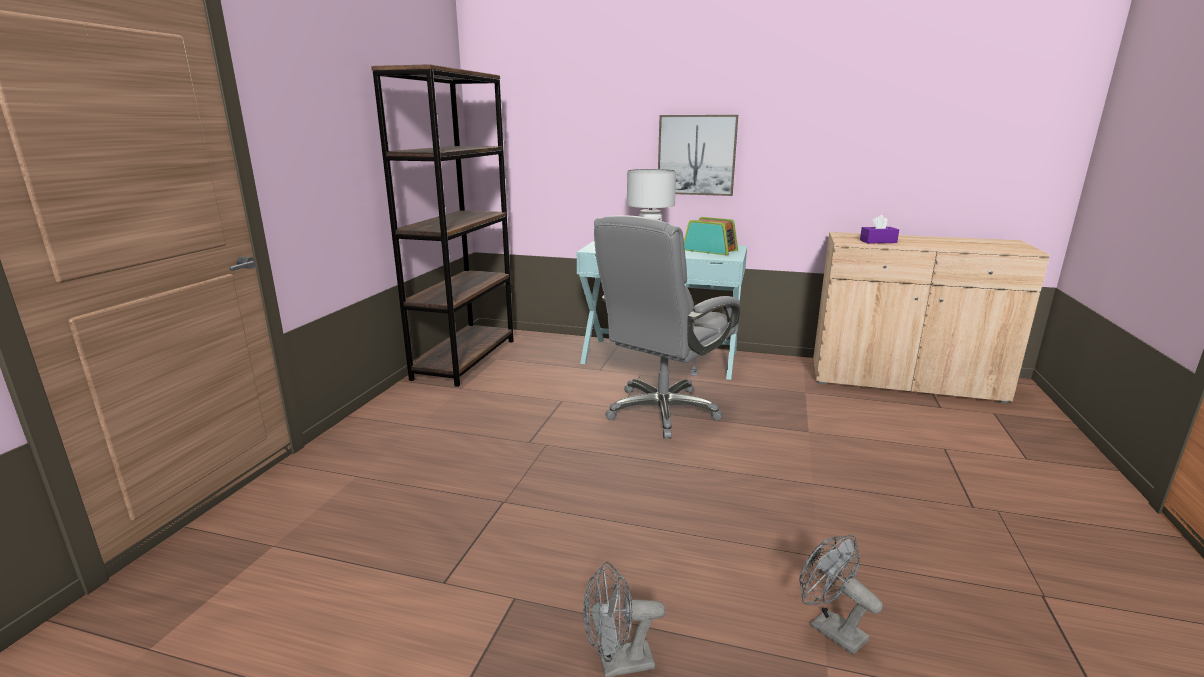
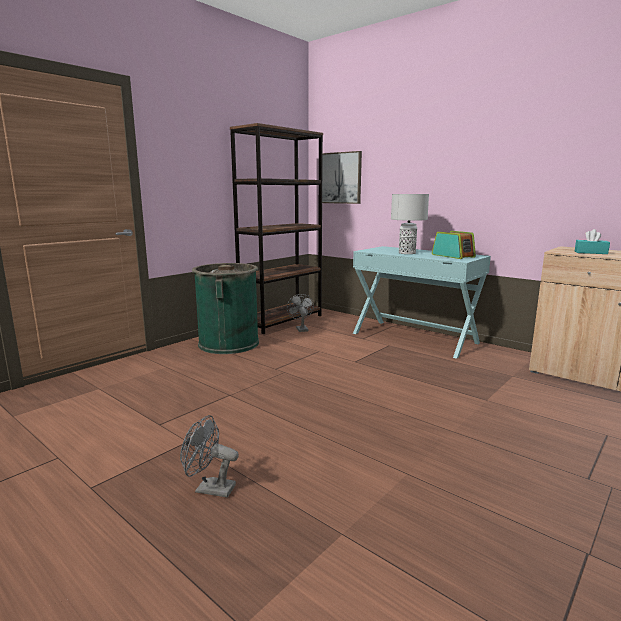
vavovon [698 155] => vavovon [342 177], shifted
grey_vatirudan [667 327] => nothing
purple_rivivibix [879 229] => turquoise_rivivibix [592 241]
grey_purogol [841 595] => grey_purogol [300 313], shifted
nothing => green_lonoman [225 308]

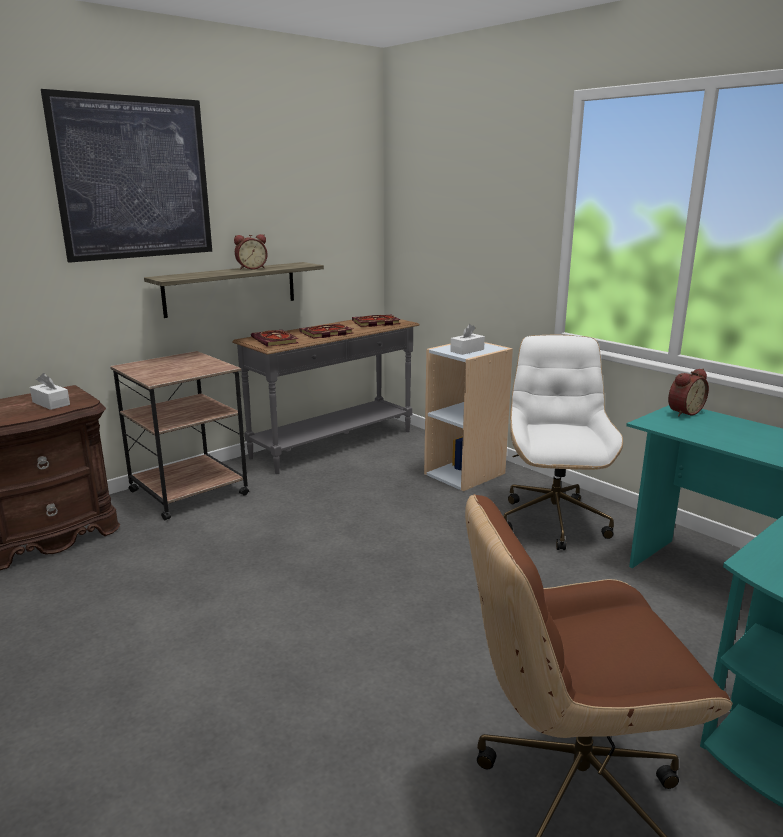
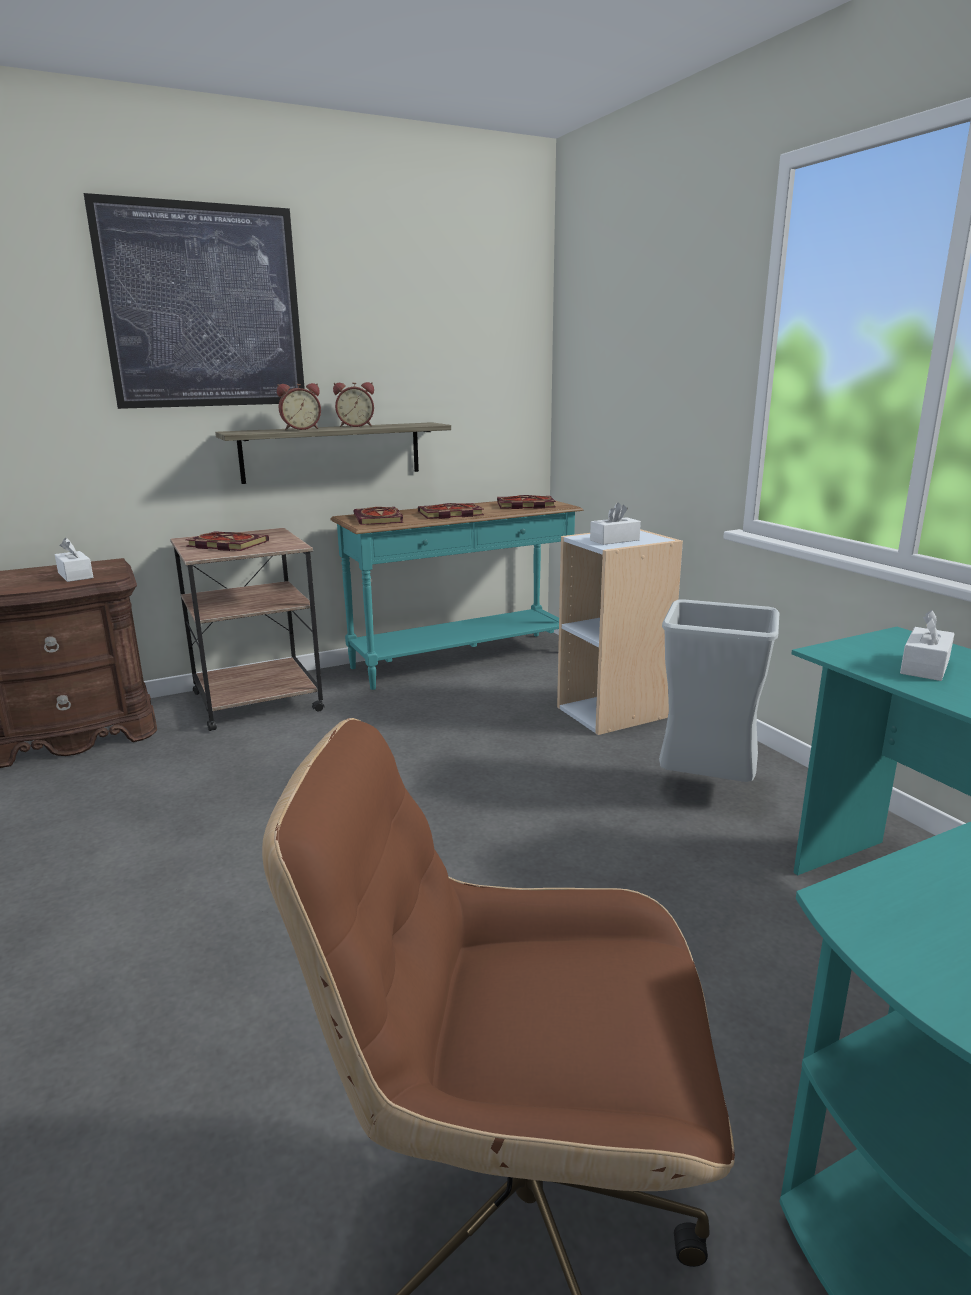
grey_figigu [326 396] => turquoise_figigu [456 595]
white_vatirudan [563 442] => grey_lonoman [719 690]
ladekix [688 393] => ladekix [299 406], shifted
nothing => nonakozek [227 541]
nothing => white_rivivibix [927 645]

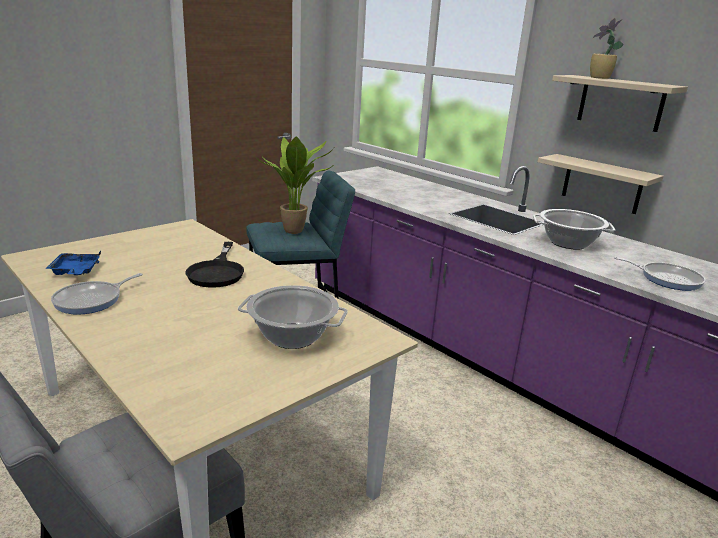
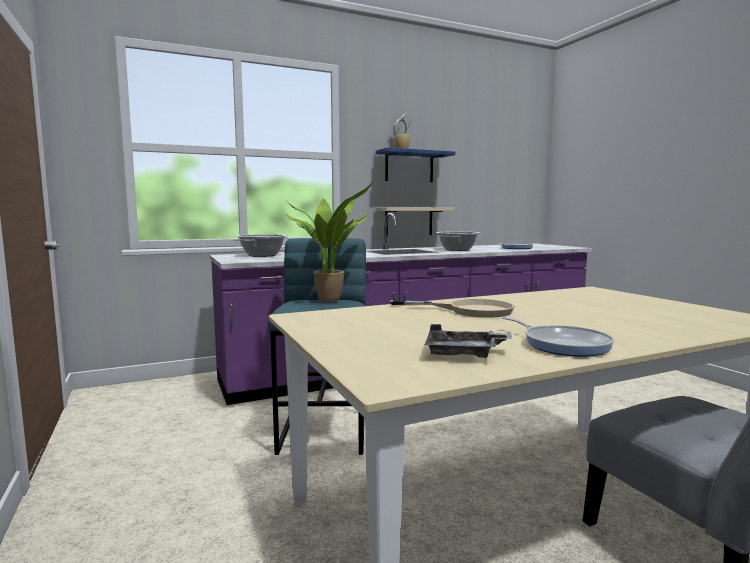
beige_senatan [620 103] => blue_senatan [415 164]
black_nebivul [214 265] => beige_nebivul [452 308]
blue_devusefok [73 263] => grey_devusefok [468 341]
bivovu [293 317] => bivovu [261 245], shifted

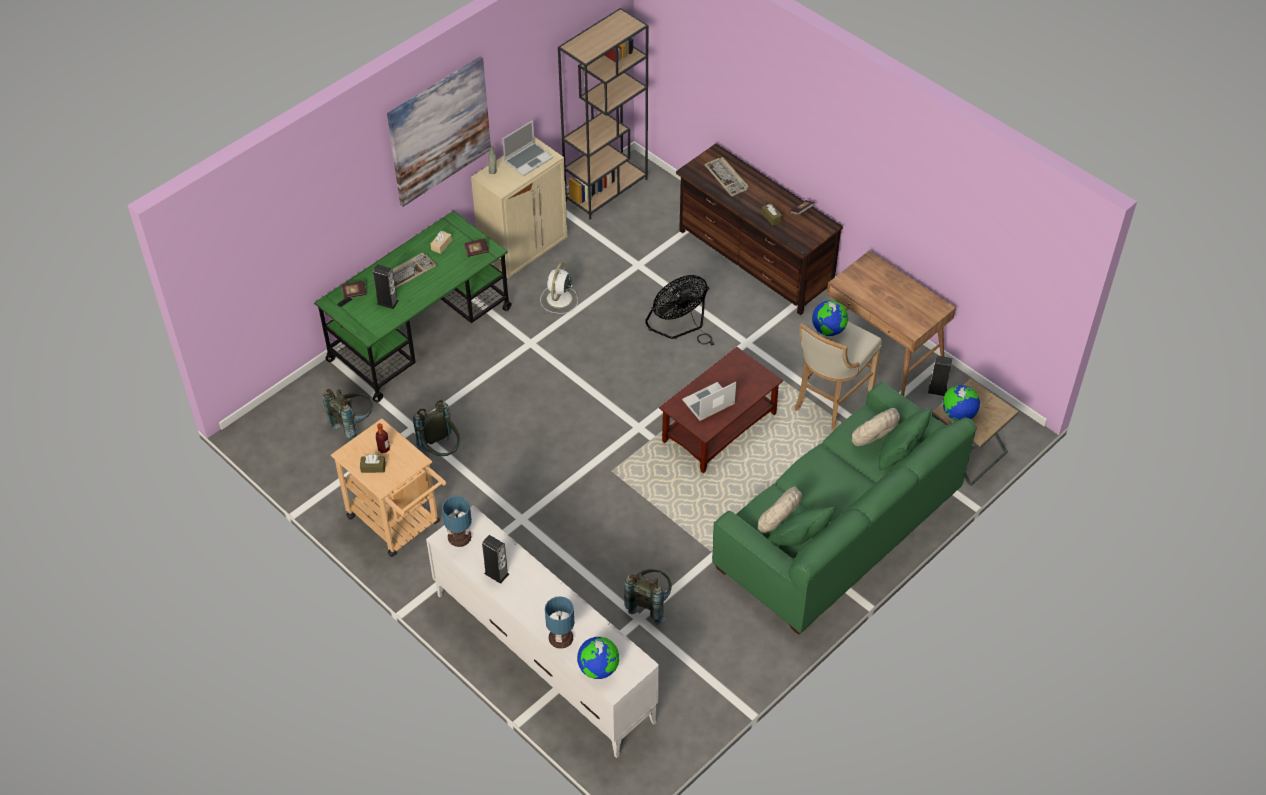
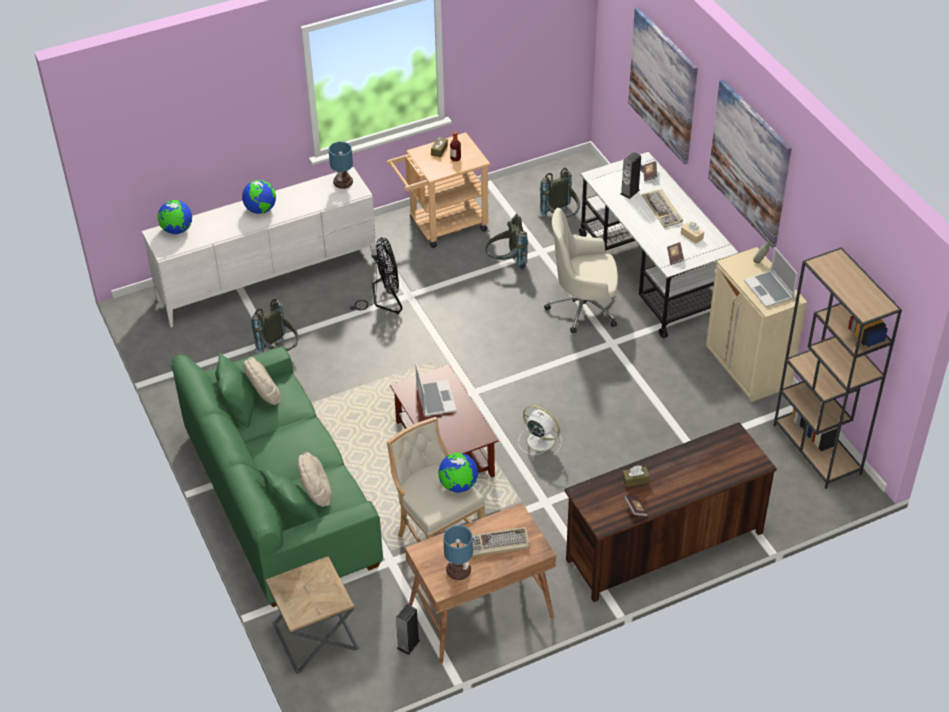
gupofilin [726 177] => gupofilin [497 542], shifted
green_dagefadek [413 307] => white_dagefadek [659 245]
white_purogol [559 288] => white_purogol [540 430], shifted
black_purogol [679 310] => black_purogol [376 276], shifted
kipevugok [961 403] => kipevugok [259 197], shifted
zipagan [495 559] => nothing
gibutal [559 622] => gibutal [458 552], shifted
nothing => vavovon [663 86]
nothing => beige_vatirudan [581 270]

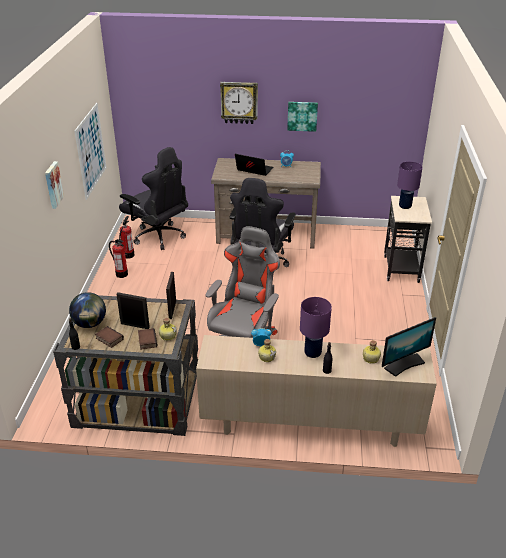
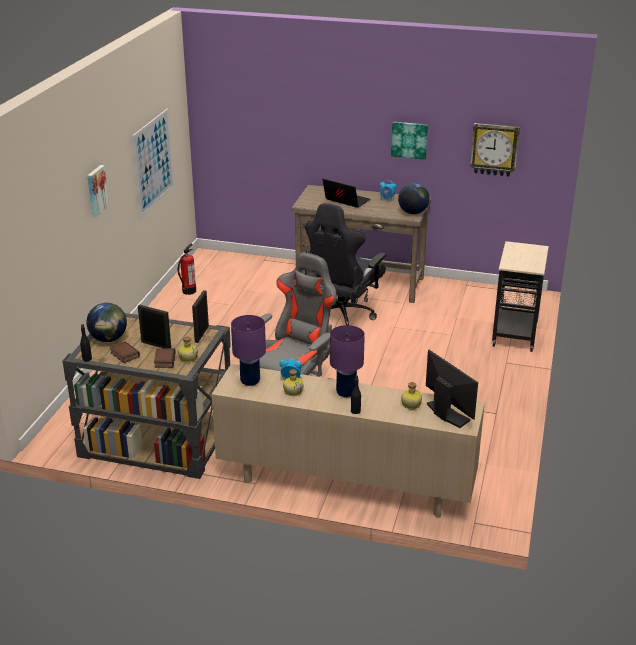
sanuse [239 103] => sanuse [495 150], shifted
black_vatirudan [153 198] => nothing
purple_gibutal [410 185] => purple_gibutal [248 350], shifted
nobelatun [118 258] => nothing
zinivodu [409 347] => zinivodu [452 389], 105 degrees counterclockwise
nothing => kipevugok [414 198]

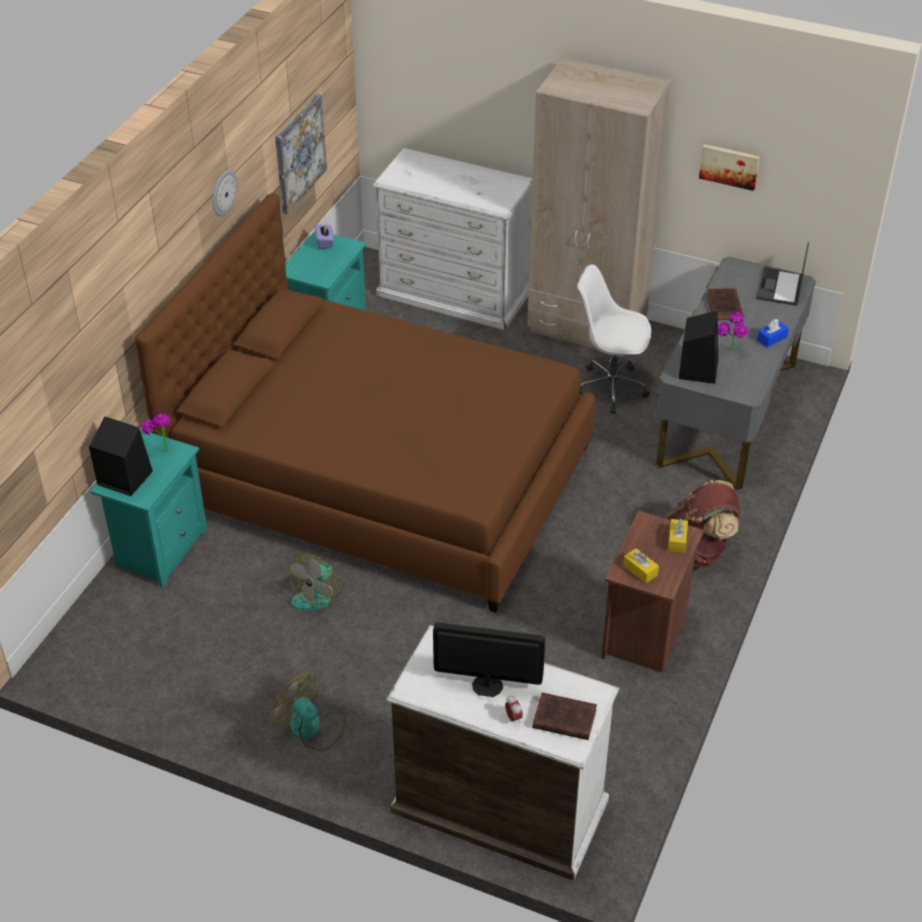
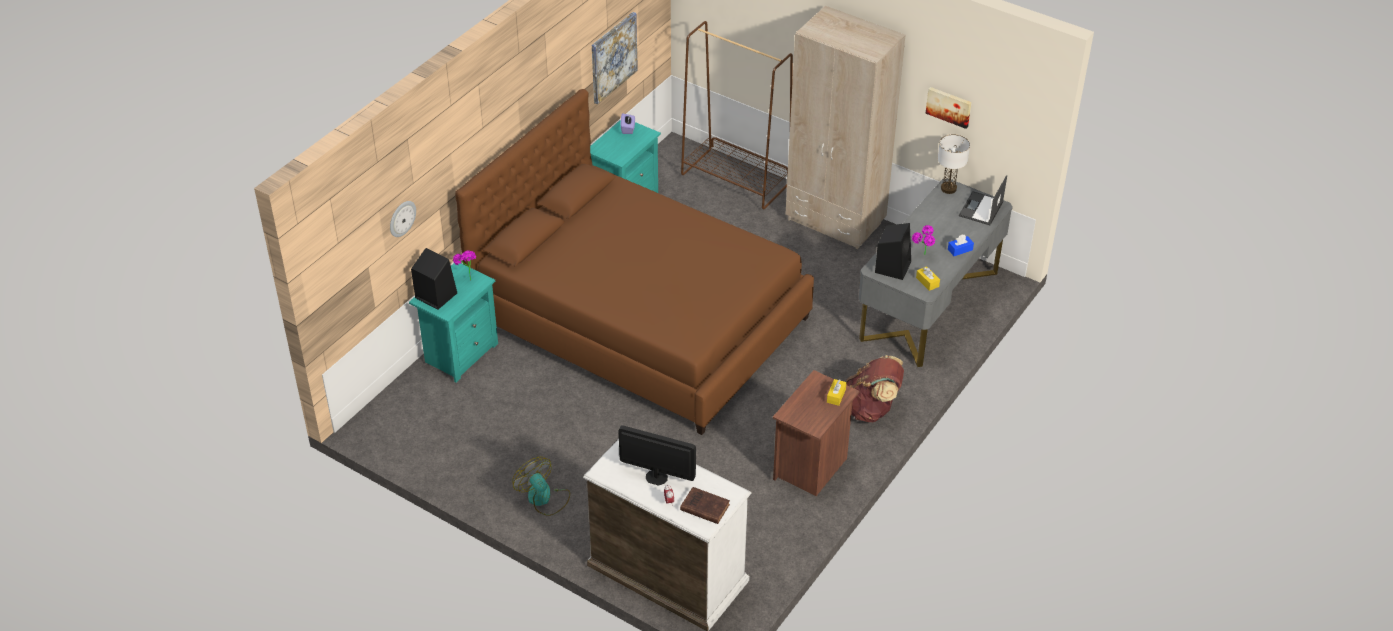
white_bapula [452 239] => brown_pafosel [737 115]
sanuse [225 193] => sanuse [403 219], shifted
white_vatirudan [614 339] => nothing
brown_nonakozek [725 304] => nothing
yellow_rivivibix [641 565] => yellow_rivivibix [928 278], shifted
purogol [316 582] => nothing
nothing => gibutal [954 164]

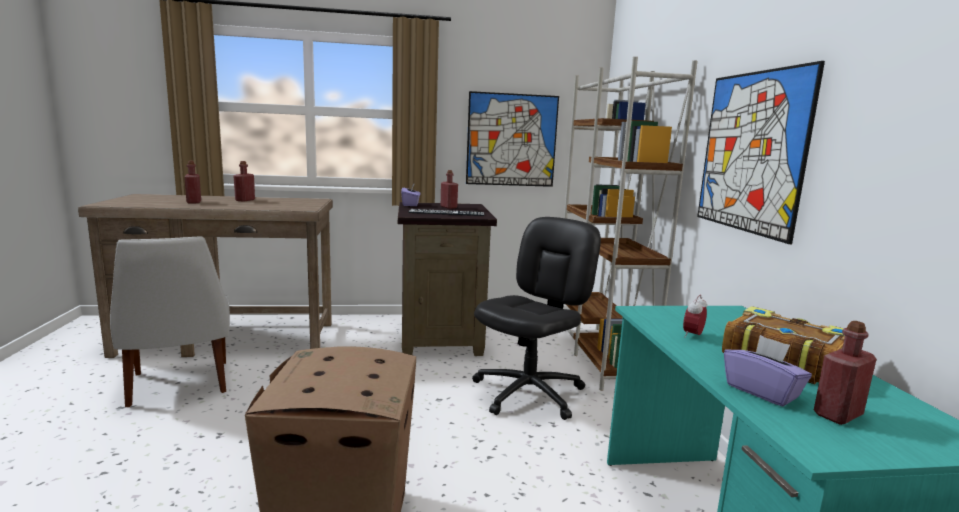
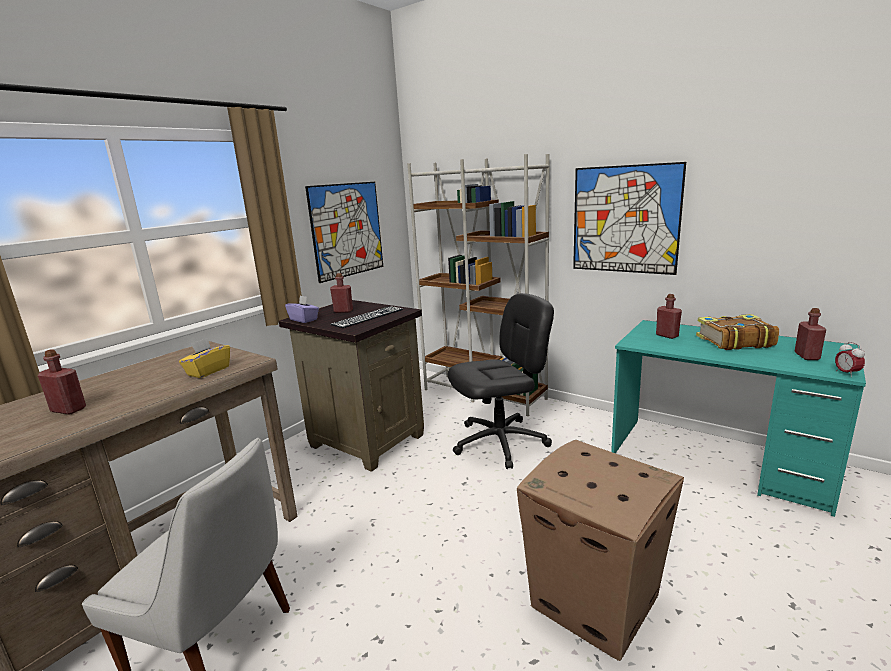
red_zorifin [244 181] => red_zorifin [669 316], shifted
black_vatirudan [536 318] => black_vatirudan [501 381], 75 degrees clockwise
ladekix [695 316] => ladekix [850 359], shifted
purple_rivivibix [768 371] => nothing
nothing => yellow_rivivibix [204 358]

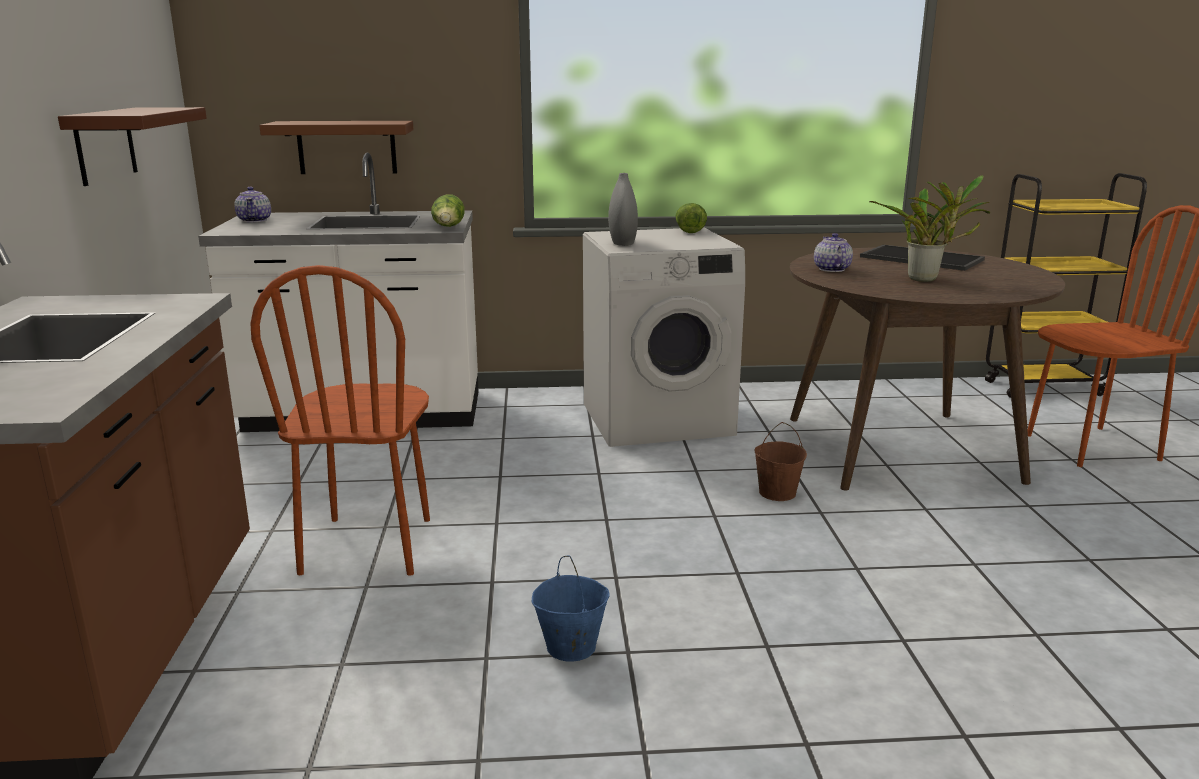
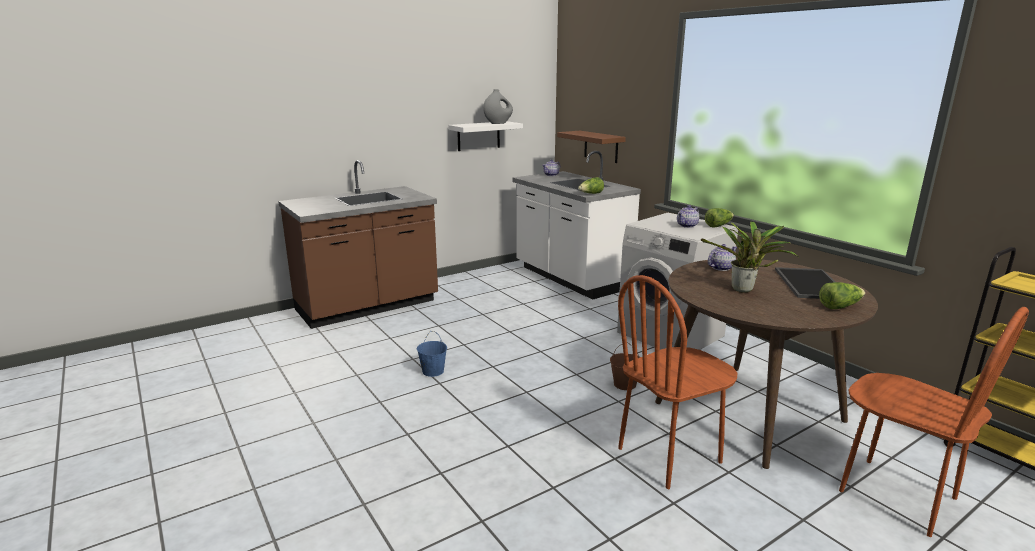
brown_senatan [132 146] => white_senatan [485 136]
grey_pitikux [623 209] => grey_pitikux [498 106], shifted
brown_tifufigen [340 420] => brown_tifufigen [677 382], shifted
nothing => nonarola [688 216]
nothing => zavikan [842 295]

